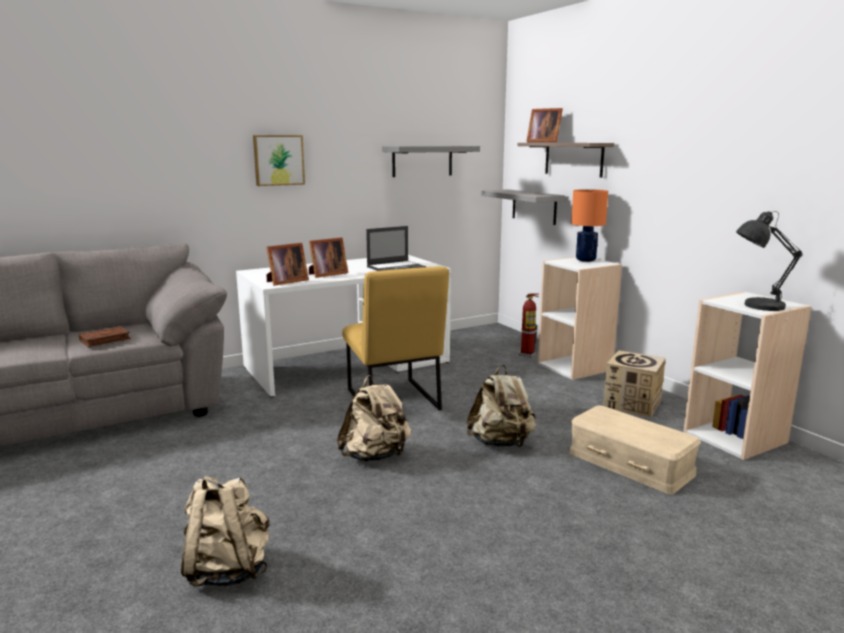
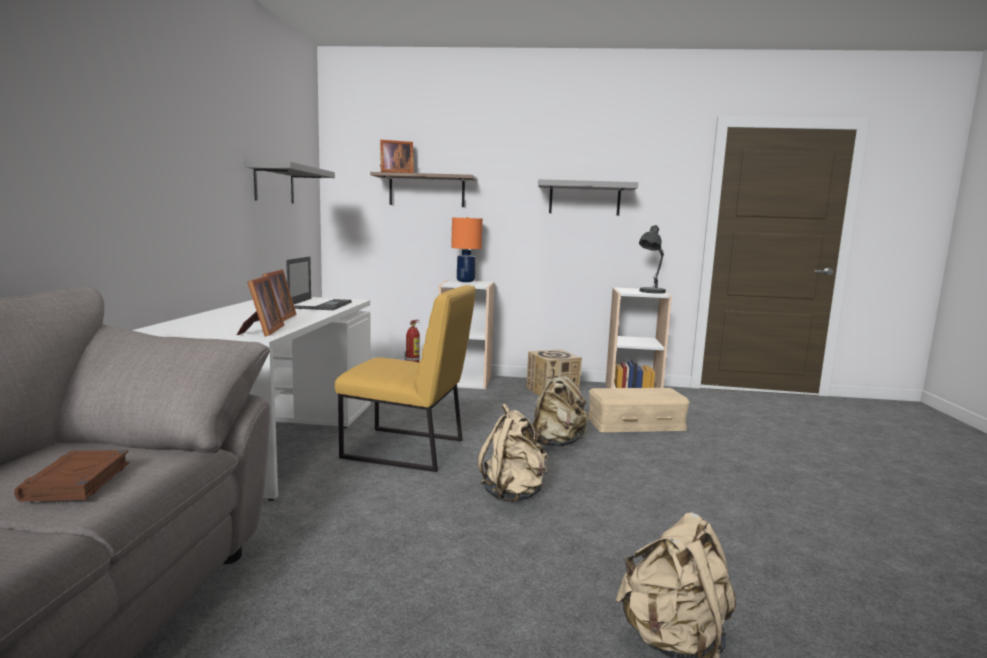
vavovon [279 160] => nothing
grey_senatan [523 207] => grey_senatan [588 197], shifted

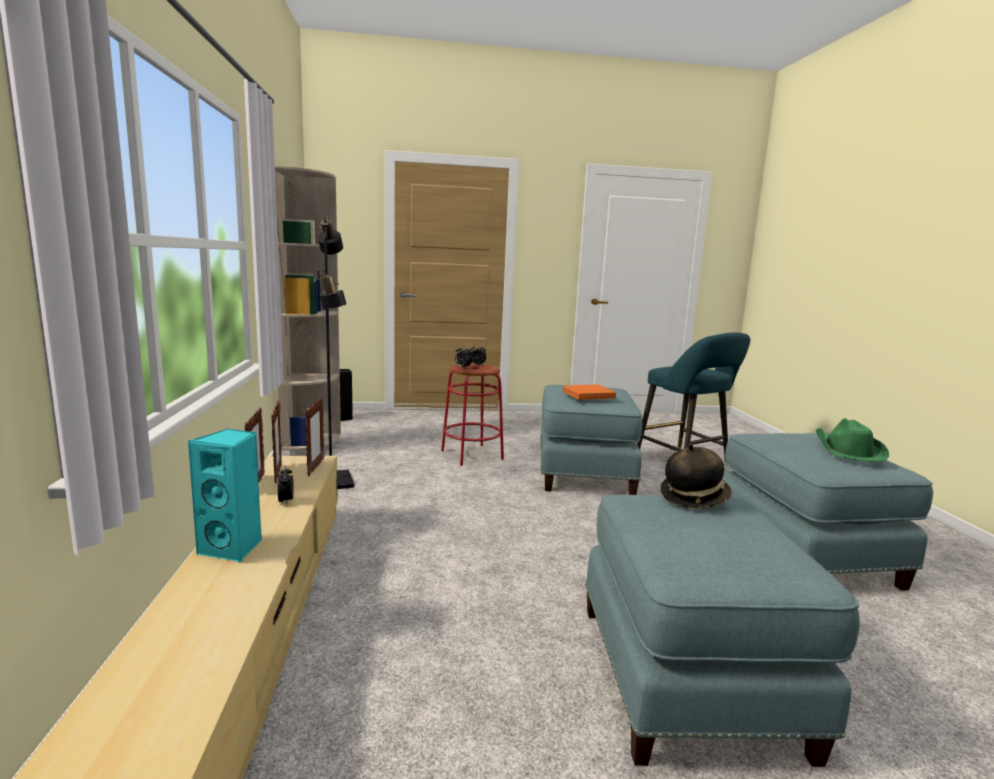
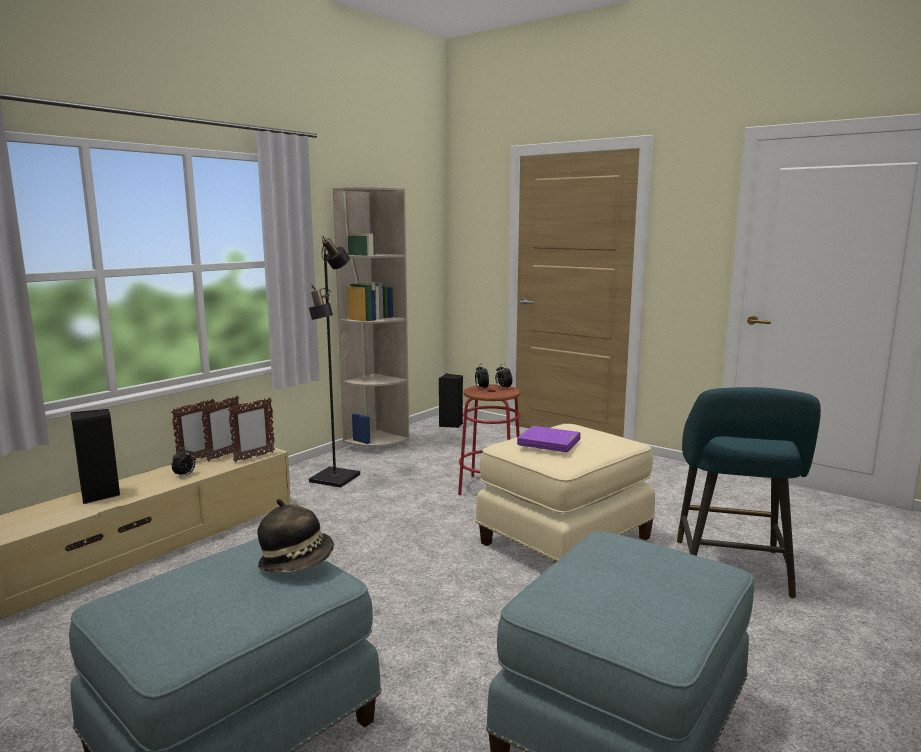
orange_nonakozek [589 392] => purple_nonakozek [549 439]
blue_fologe [591 440] => beige_fologe [565 493]
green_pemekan [852 440] => nothing
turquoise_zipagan [225 496] => black_zipagan [95 456]

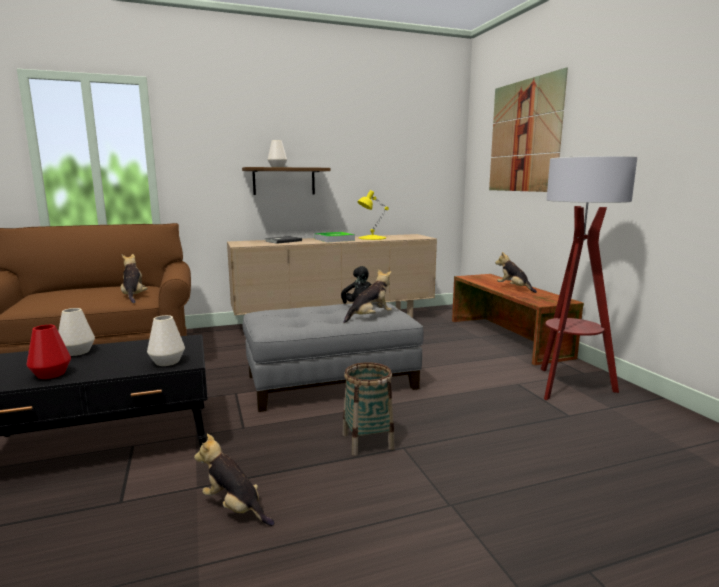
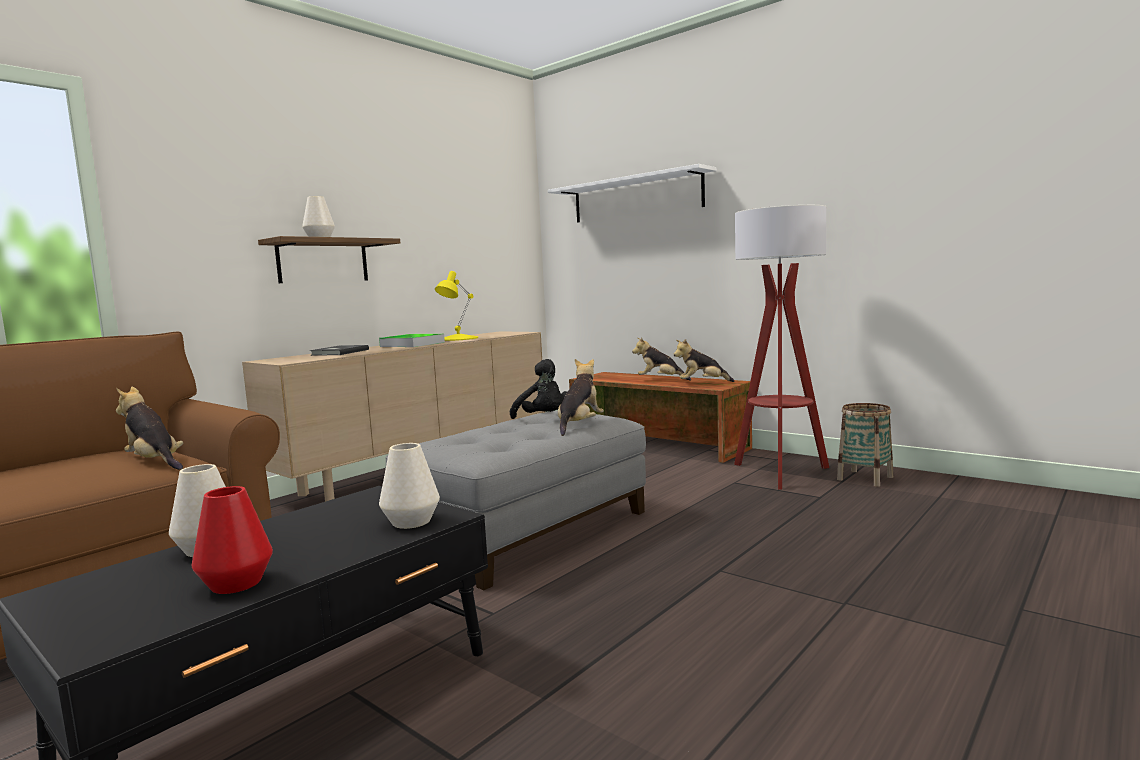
vavovon [528 129] => white_senatan [632 193]
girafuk [368 409] => girafuk [865 445], shifted
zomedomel [234 480] => zomedomel [704 360], shifted

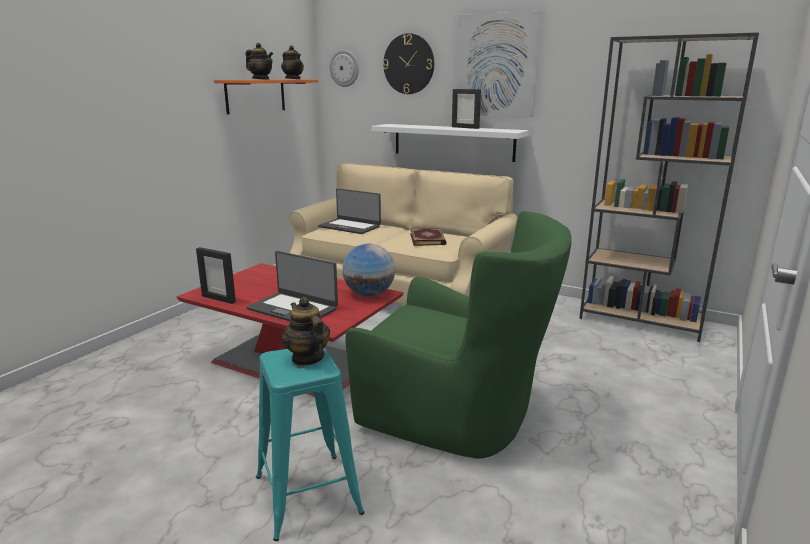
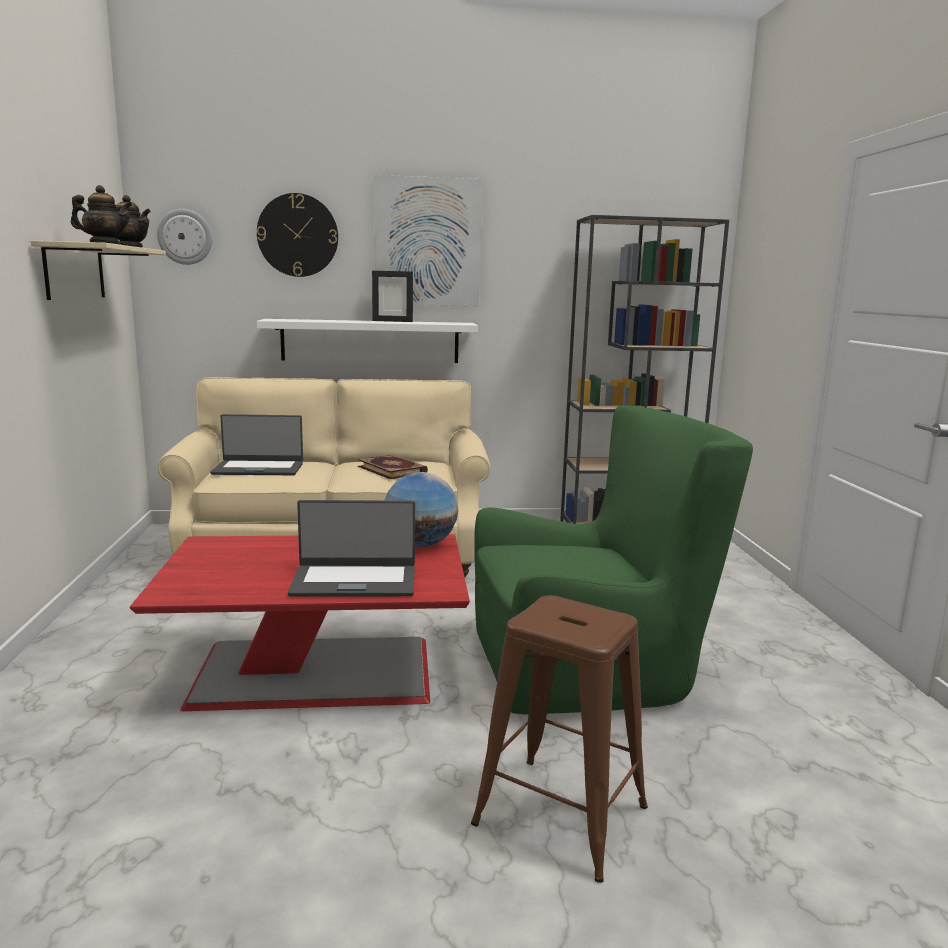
orange_senatan [266 97] => beige_senatan [98 270]
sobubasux [216 275] => nothing
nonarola [306 331] => nothing
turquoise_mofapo [310 444] => brown_mofapo [559 739]

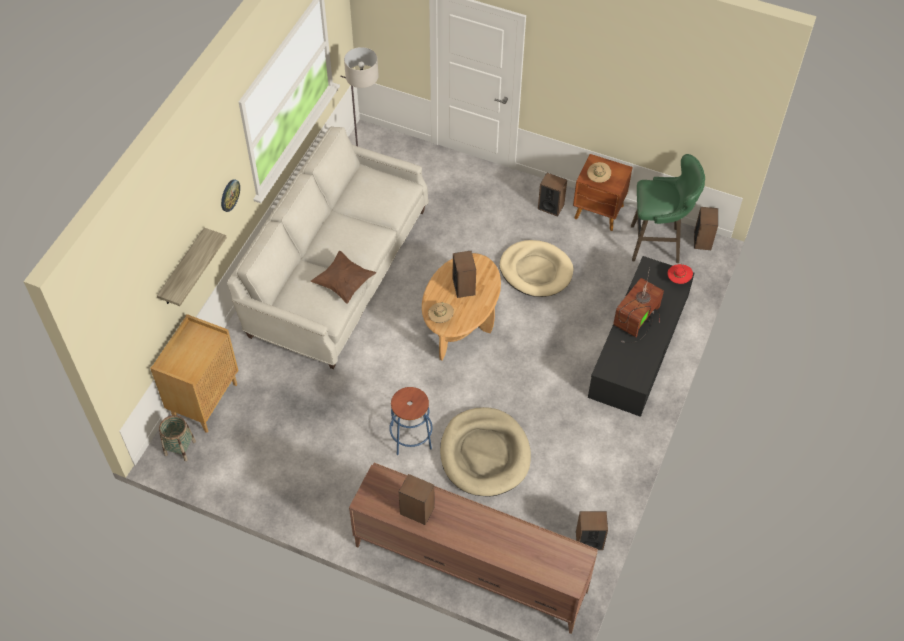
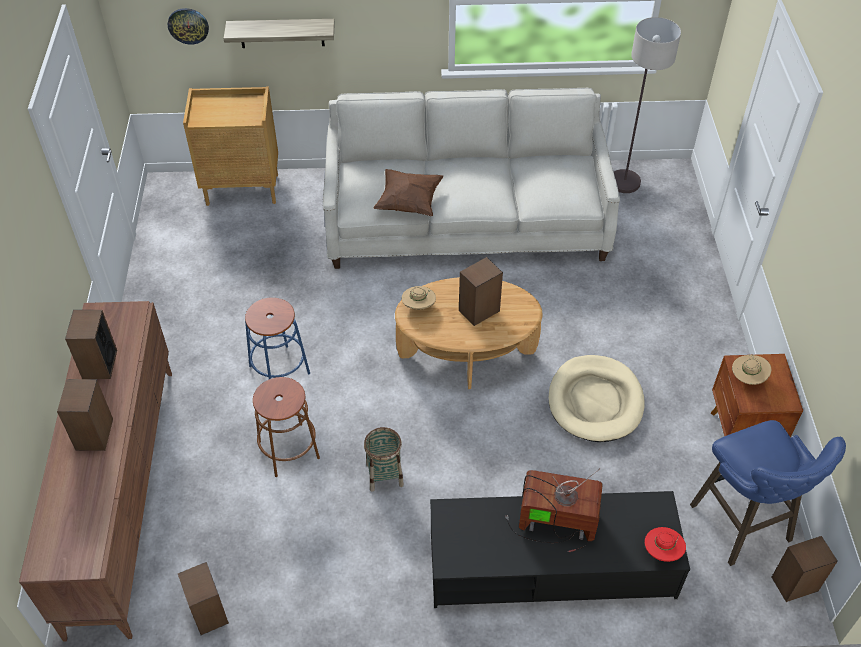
green_mofapo [668 208] => blue_mofapo [768 493]
zipagan [552 195] => zipagan [85 415], shifted
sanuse [230 195] => sanuse [188 26], shifted
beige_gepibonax [485 452] => brown_mofapo [286 427]
girafuk [177 438] => girafuk [384 459], shifted

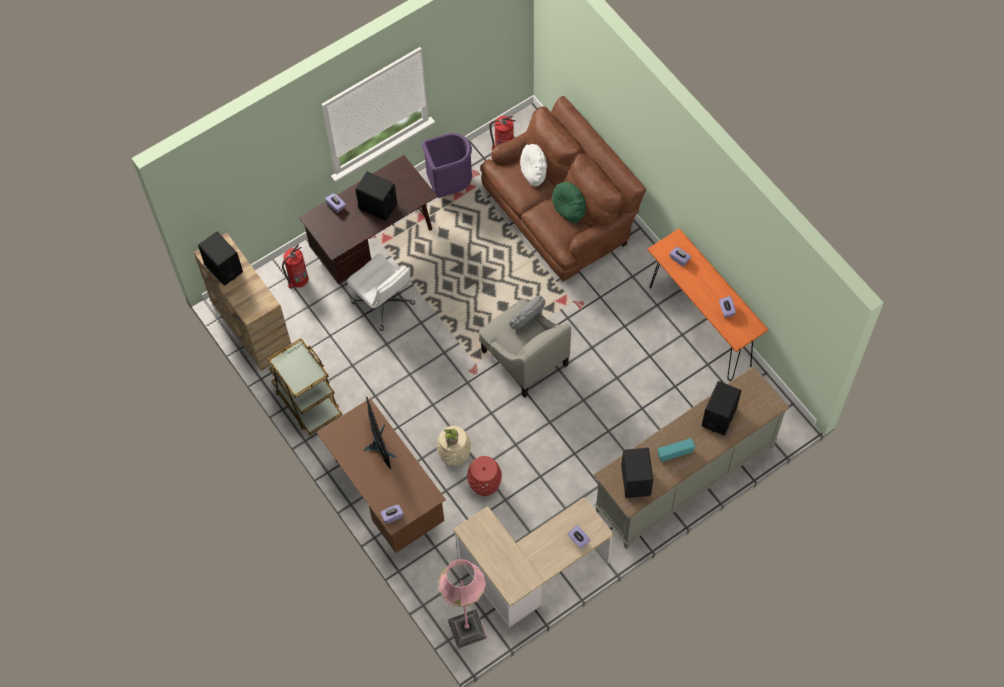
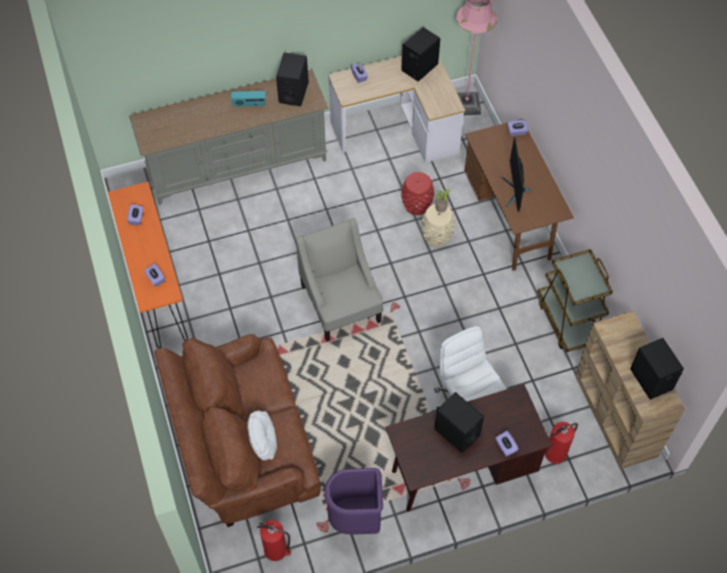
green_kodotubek [569 202] => nothing
grey_kodotubek [527 312] => nothing
black_zipagan [721 408] => black_zipagan [420 54], shifted

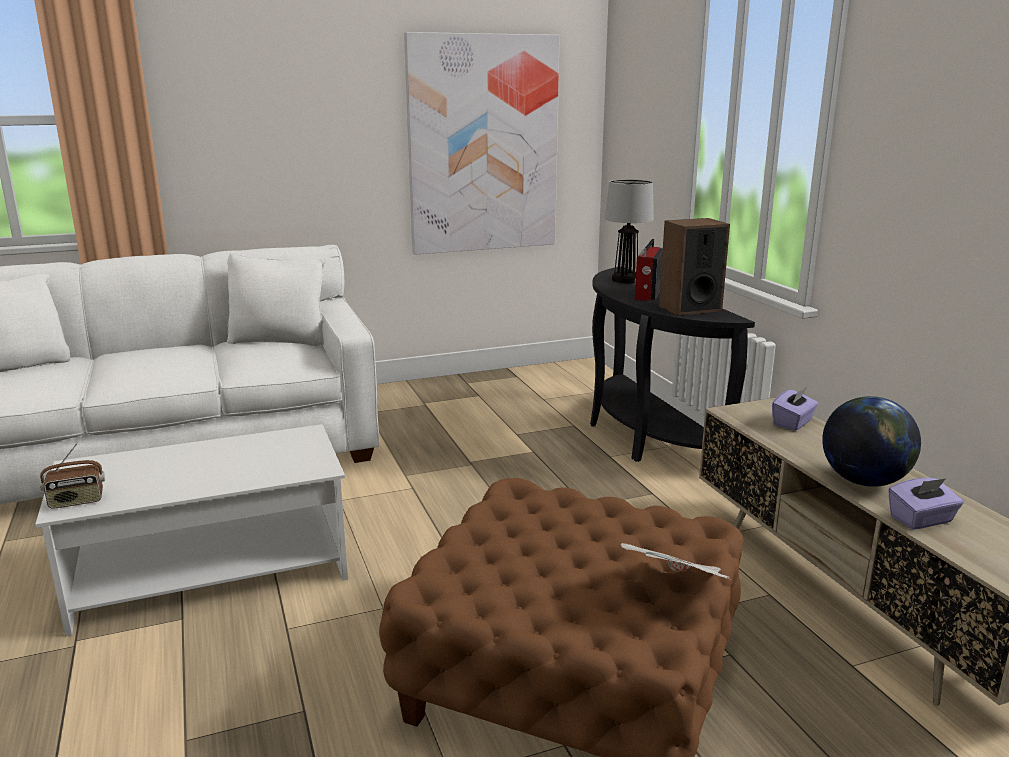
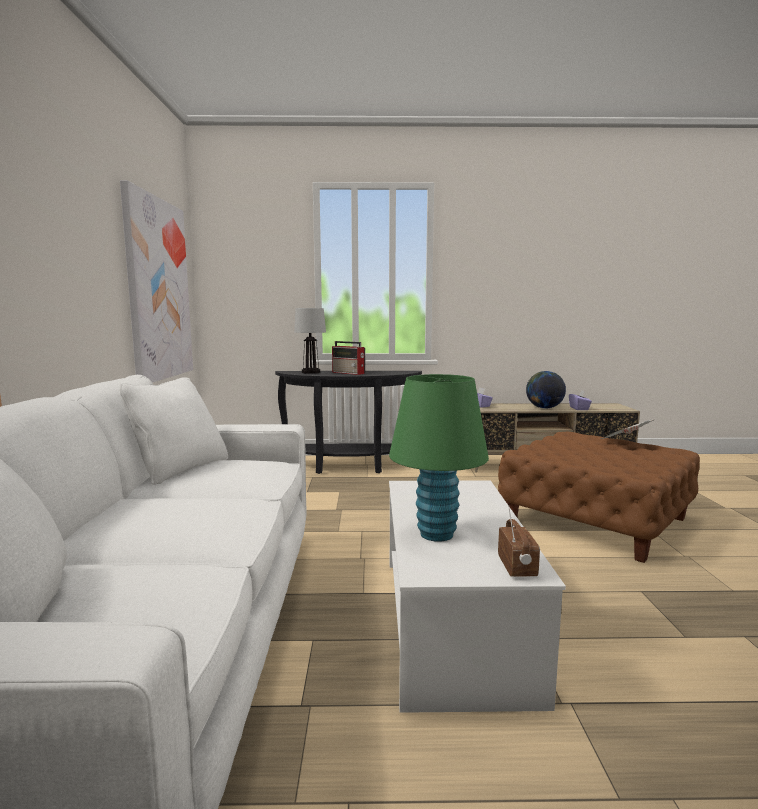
zipagan [694 267] => nothing
nothing => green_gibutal [439 458]

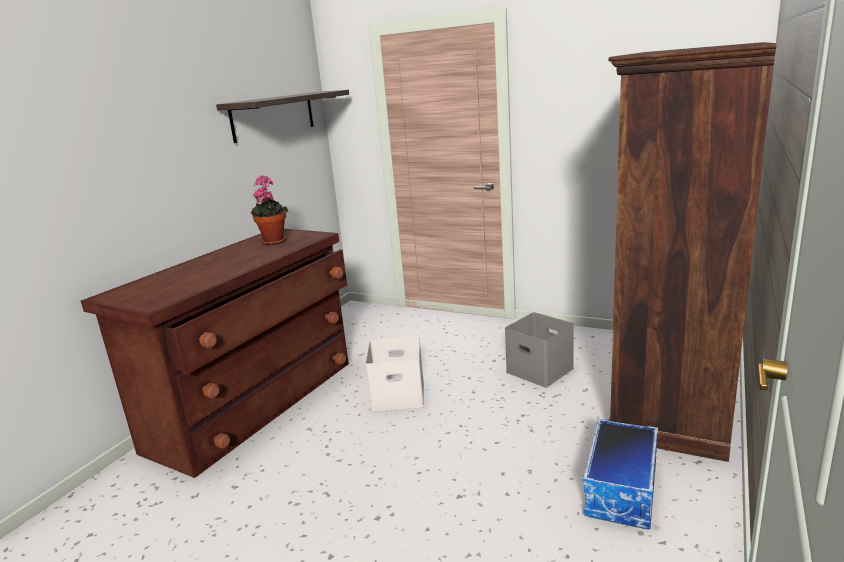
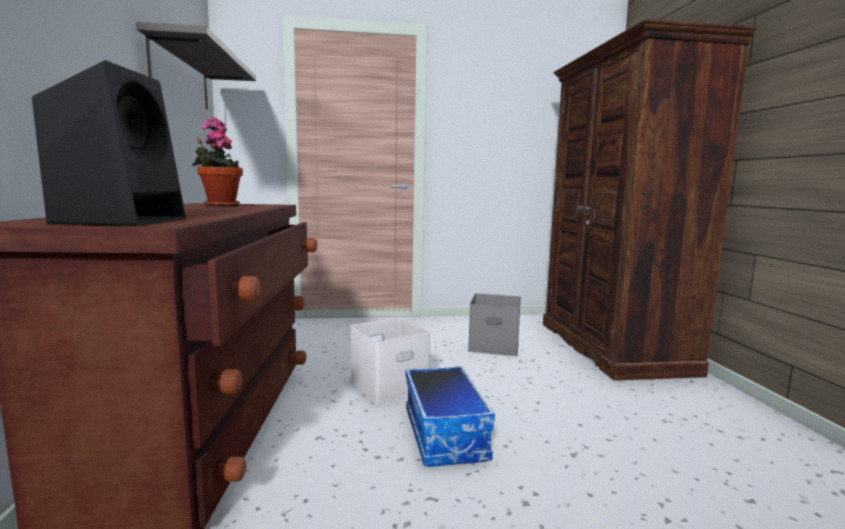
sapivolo [620 474] => sapivolo [450 416], shifted
nothing => black_zipagan [109 143]

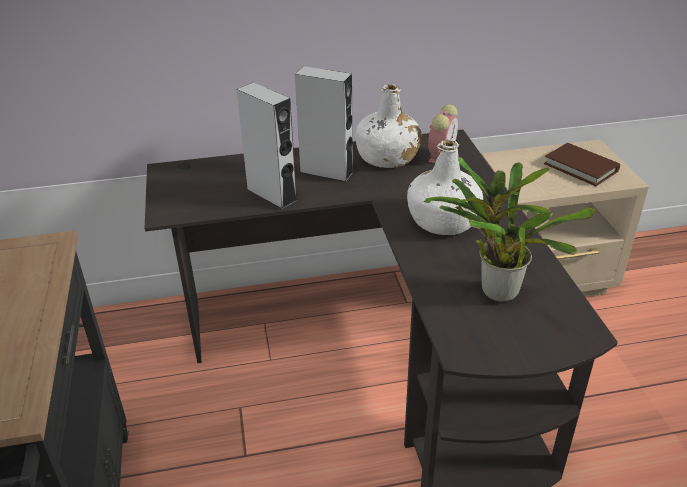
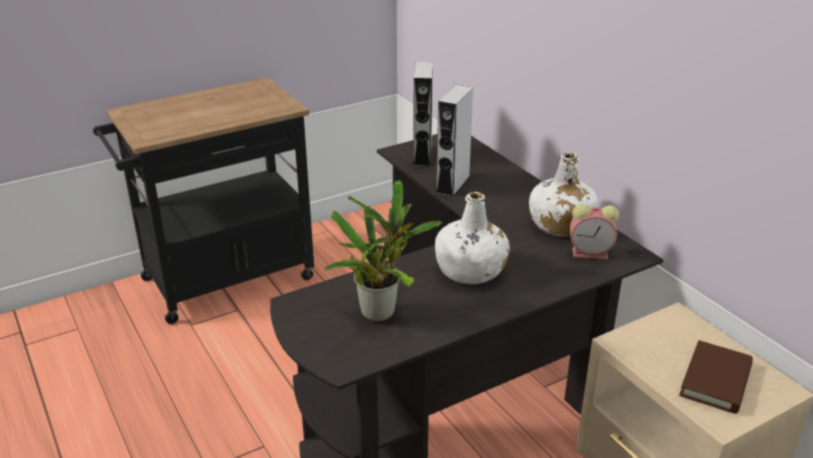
grey_zipagan [324 124] => grey_zipagan [423 114], shifted

